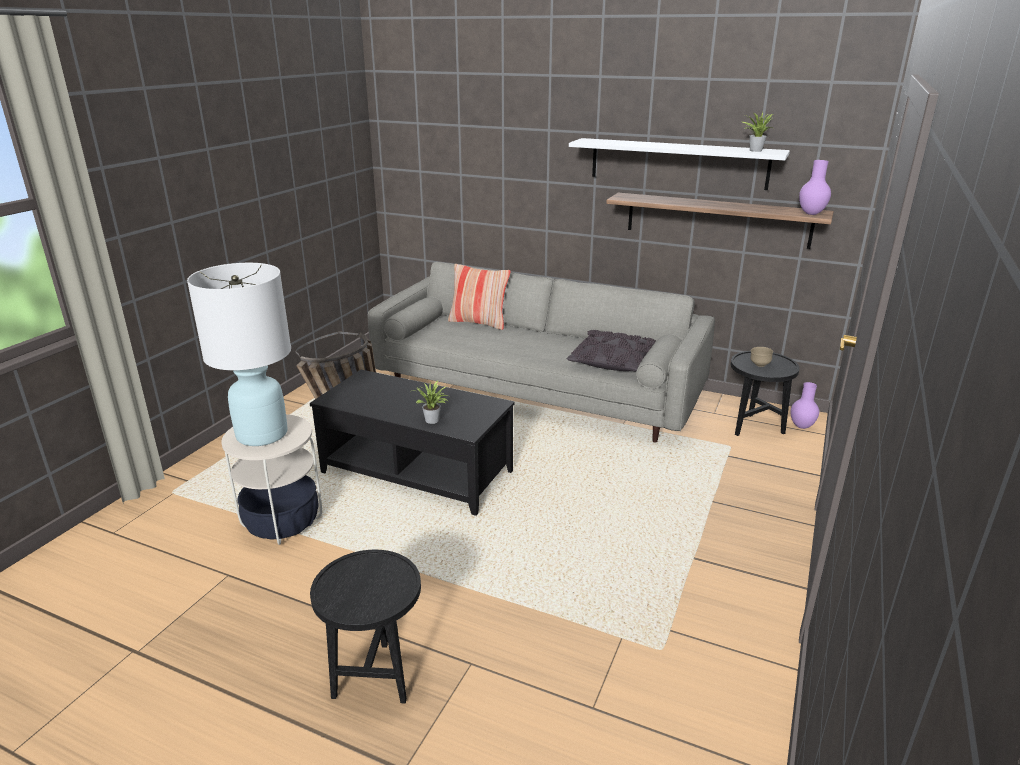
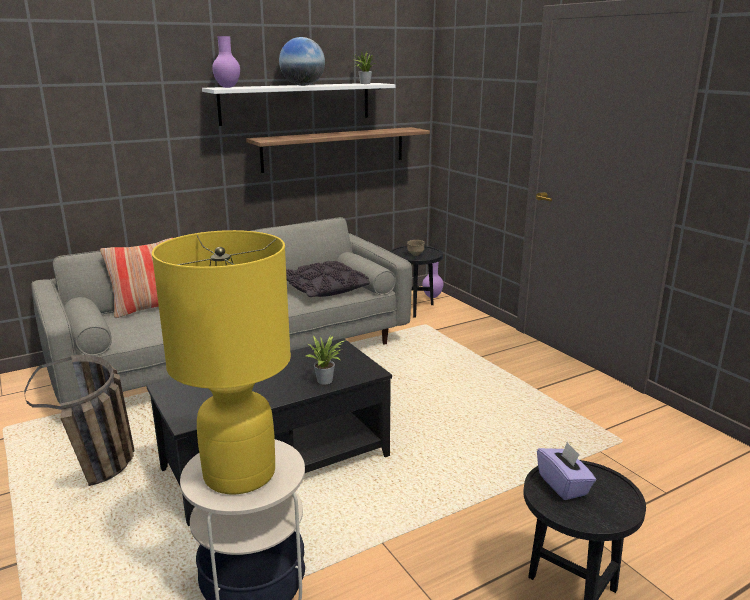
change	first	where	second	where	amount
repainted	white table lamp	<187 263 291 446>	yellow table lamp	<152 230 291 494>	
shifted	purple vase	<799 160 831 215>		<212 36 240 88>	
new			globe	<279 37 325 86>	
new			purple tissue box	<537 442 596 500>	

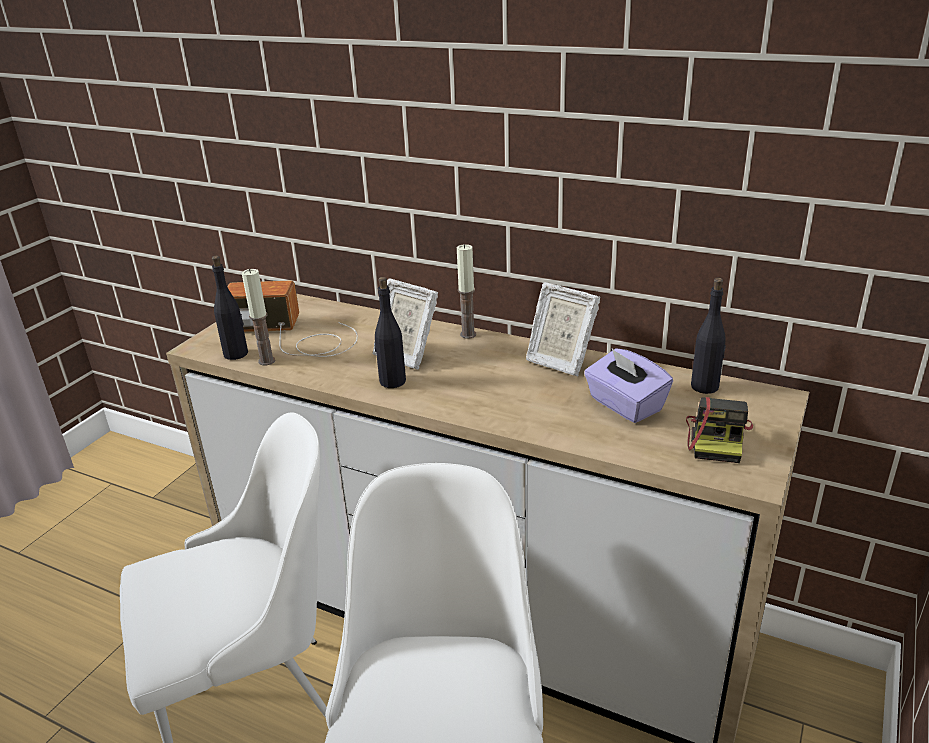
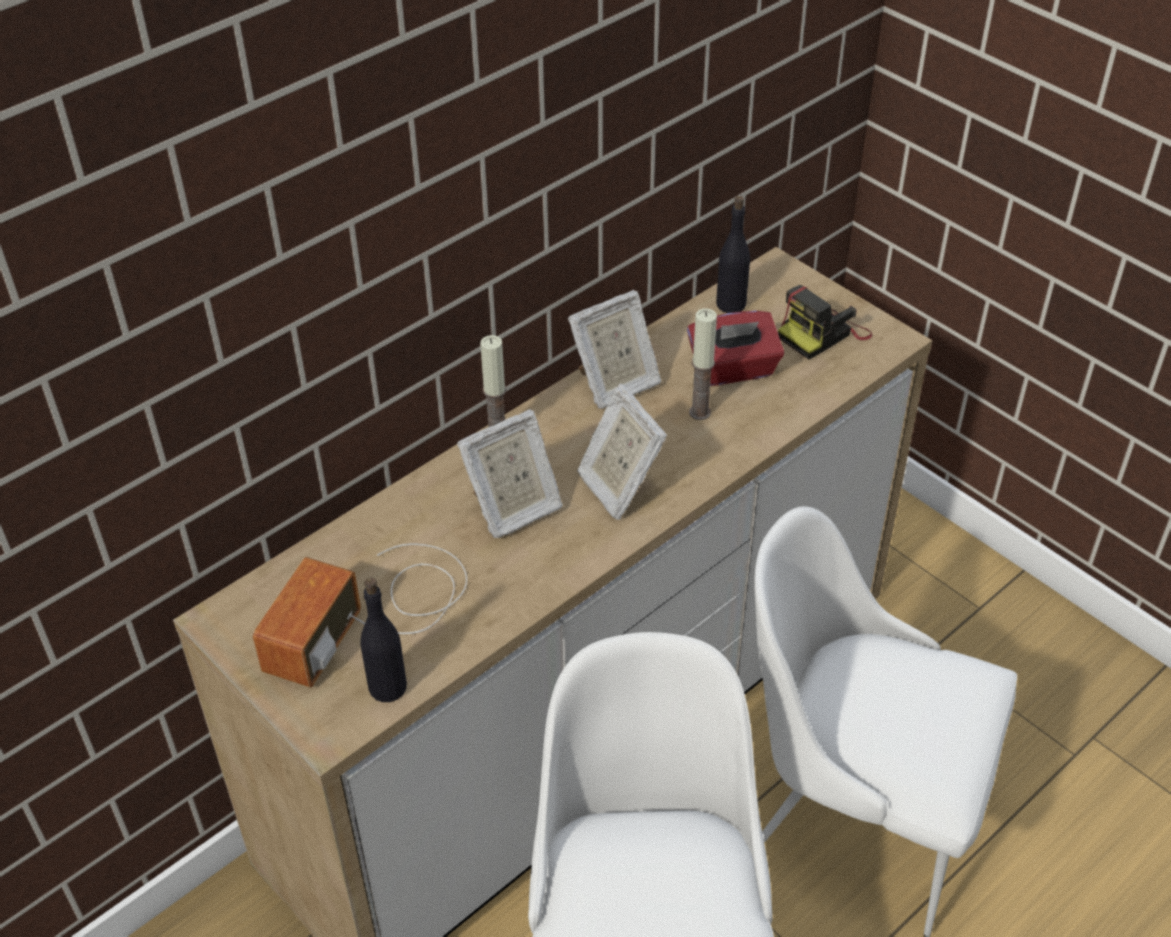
change	first	where	second	where	amount
shifted	candle	<242 269 276 366>		<689 309 717 420>	
gone	black bottle	<375 277 406 388>			
repainted	purple tissue box	<584 348 673 423>	red tissue box	<687 311 784 386>	
rotated	photo camera	<686 397 753 463>		<778 285 872 360>	105 degrees clockwise
new			picture frame	<577 384 667 520>	

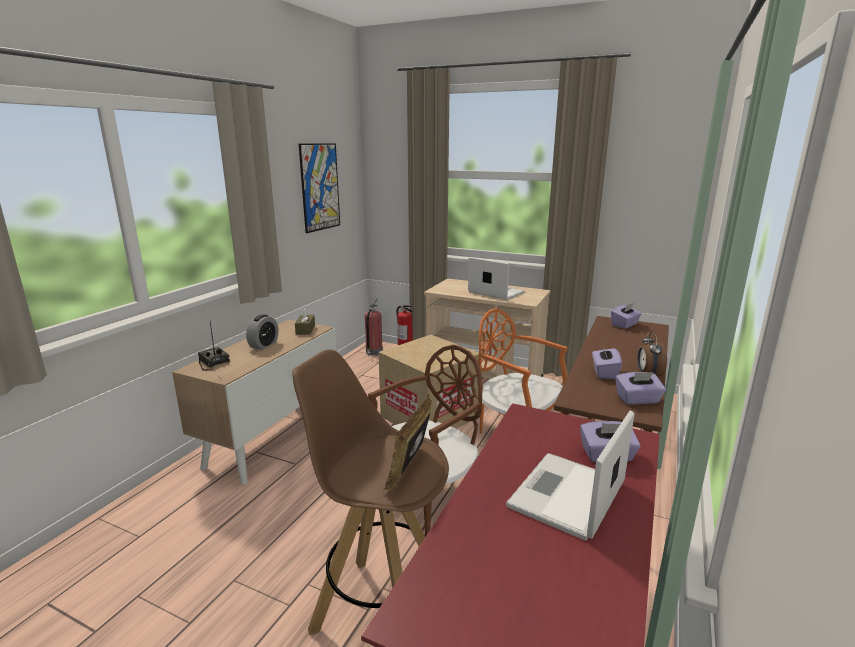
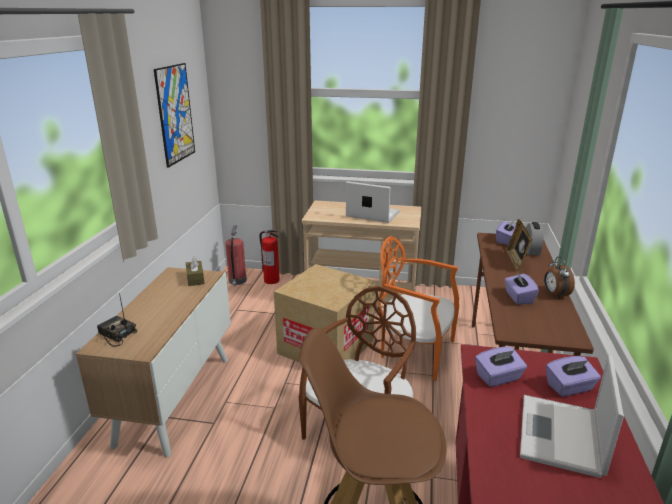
change	first	where	second	where	amount
shifted	alarm clock	<246 314 279 350>		<526 222 544 255>	
shifted	picture frame	<383 393 432 490>		<506 219 532 271>	
shifted	purple tissue box	<615 372 666 405>		<475 347 527 387>	

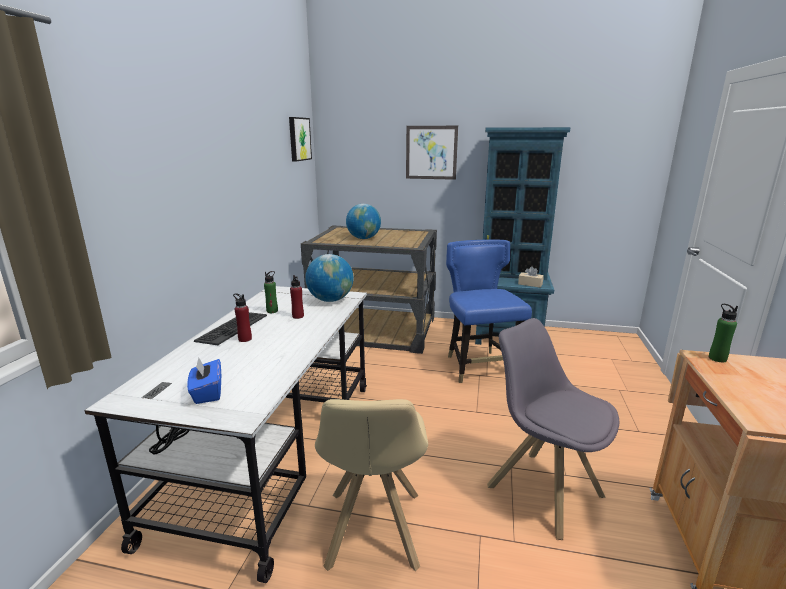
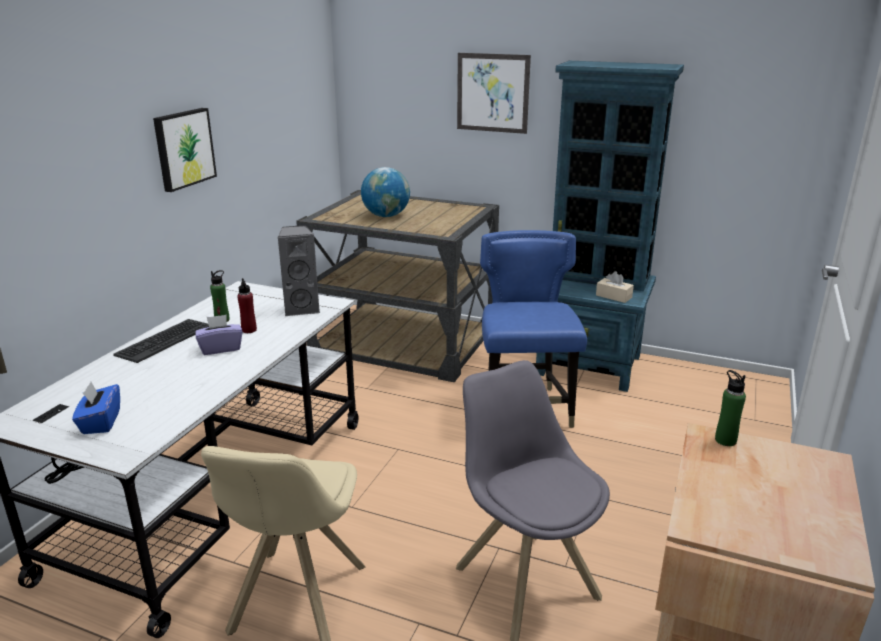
change	first	where	second	where	amount
gone	red bottle	<233 293 252 342>			
shifted	picture	<289 117 312 162>		<153 108 217 192>	
swapped	globe	<305 254 354 302>	grey speaker	<278 225 320 317>	
new			purple tissue box	<195 315 243 355>	

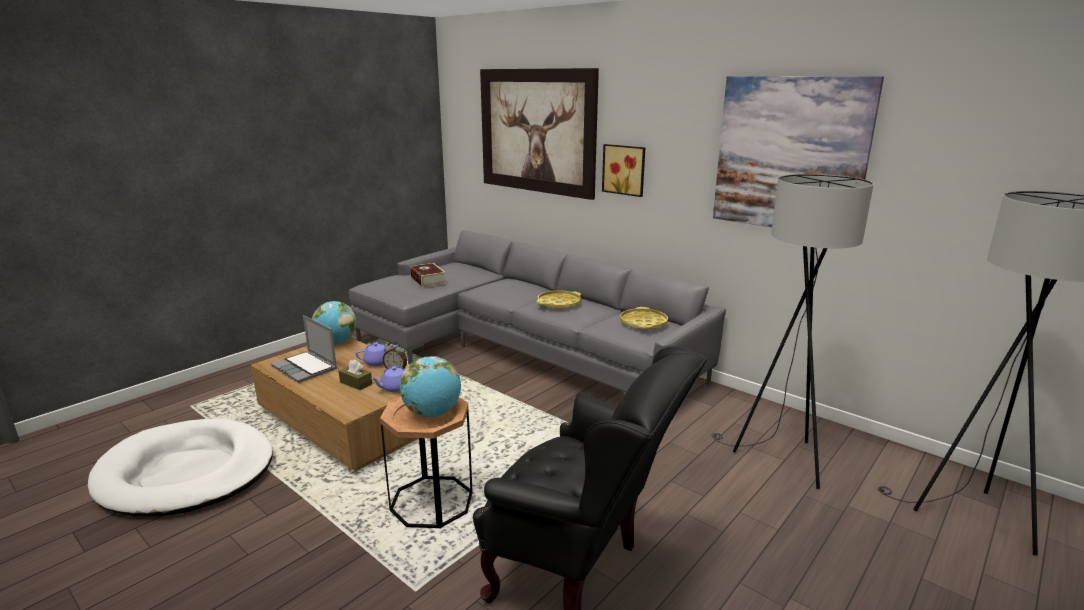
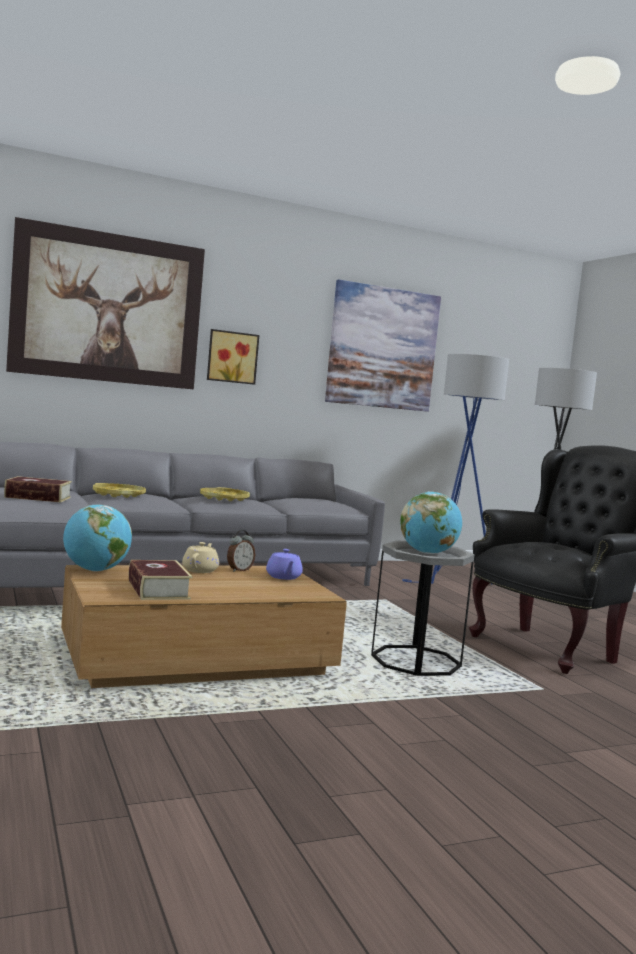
change	first	where	second	where	amount
gone	white dog bed	<88 419 273 516>			
swapped	laptop	<271 315 337 383>	book	<129 560 192 600>	
gone	brown tissue box	<339 359 372 390>			
repainted	purple teapot	<356 343 399 366>	beige teapot	<182 542 219 573>	
repainted	brown side table	<380 397 472 528>	grey side table	<371 540 474 676>	
shifted	yellow tray	<620 307 668 329>		<93 483 146 498>	
repainted	grey floor lamp	<711 174 874 489>	blue floor lamp	<402 354 509 585>	

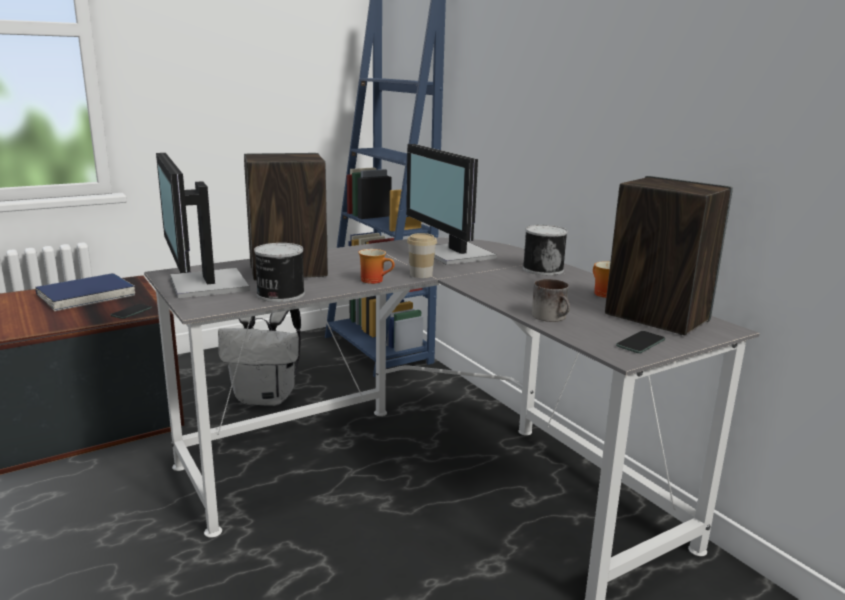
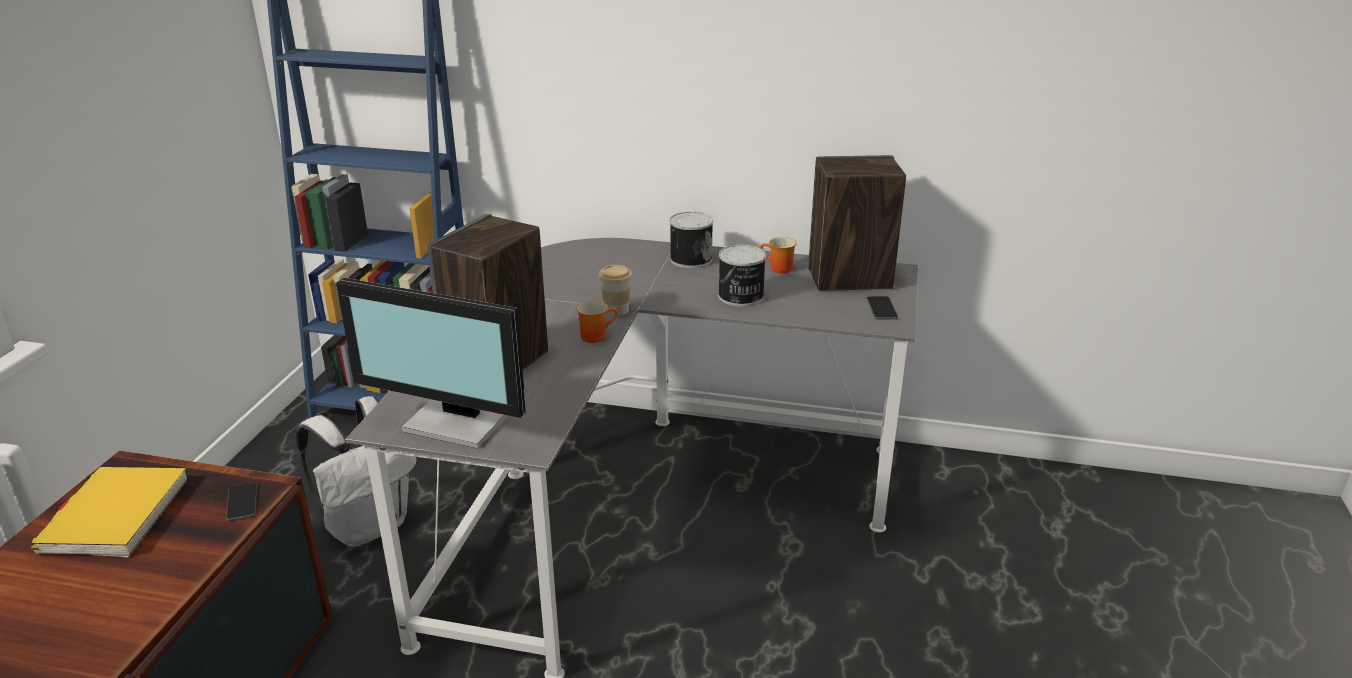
change	first	where	second	where	amount
repainted	blue book	<35 273 135 311>	yellow book	<31 467 187 558>	
shifted	can	<254 243 305 302>		<718 245 766 307>	
gone	monitor	<406 144 497 265>			
gone	mug	<532 279 570 322>			

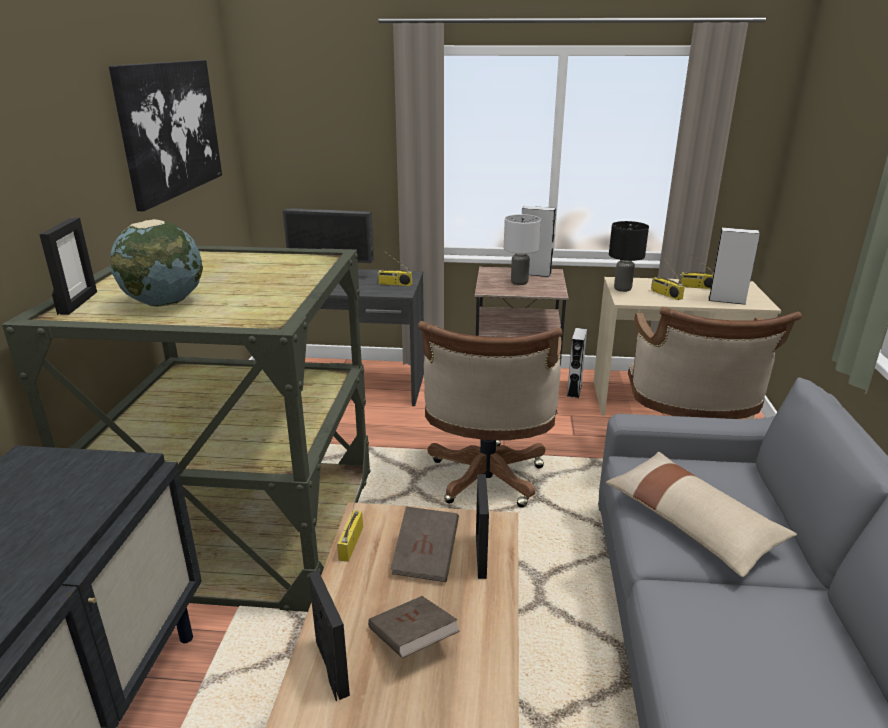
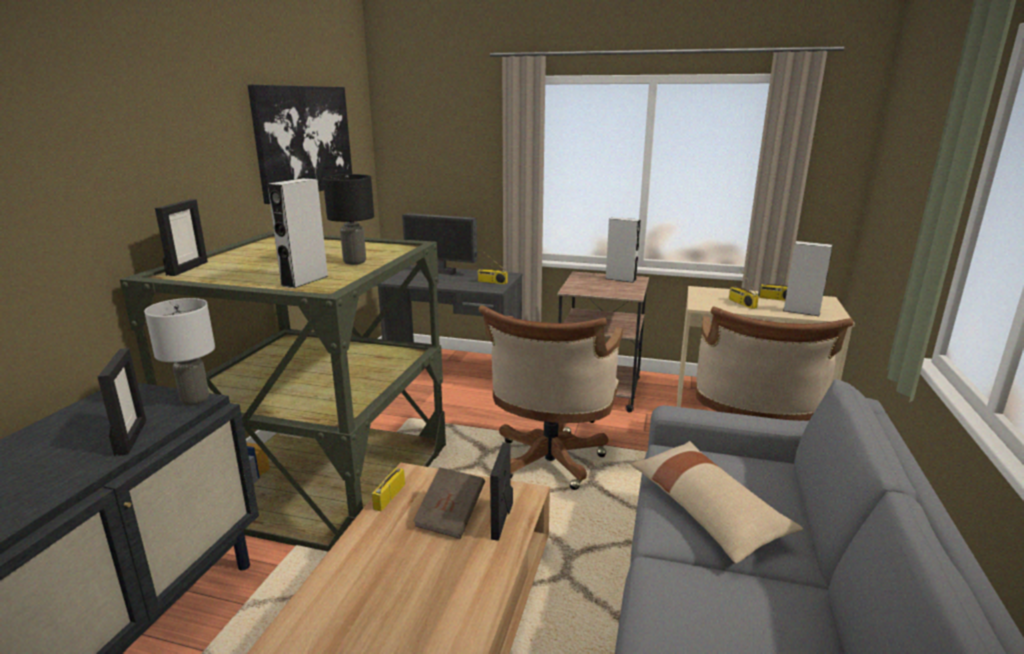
change	first	where	second	where	amount
gone	globe	<111 219 203 307>			
shifted	picture frame	<308 570 350 701>		<98 348 146 456>	
gone	brown book	<368 596 460 658>			
shifted	white table lamp	<504 214 541 285>		<144 298 215 405>	
shifted	grey speaker	<567 328 587 398>		<267 178 328 288>	
shifted	black table lamp	<609 221 649 292>		<323 174 374 265>	

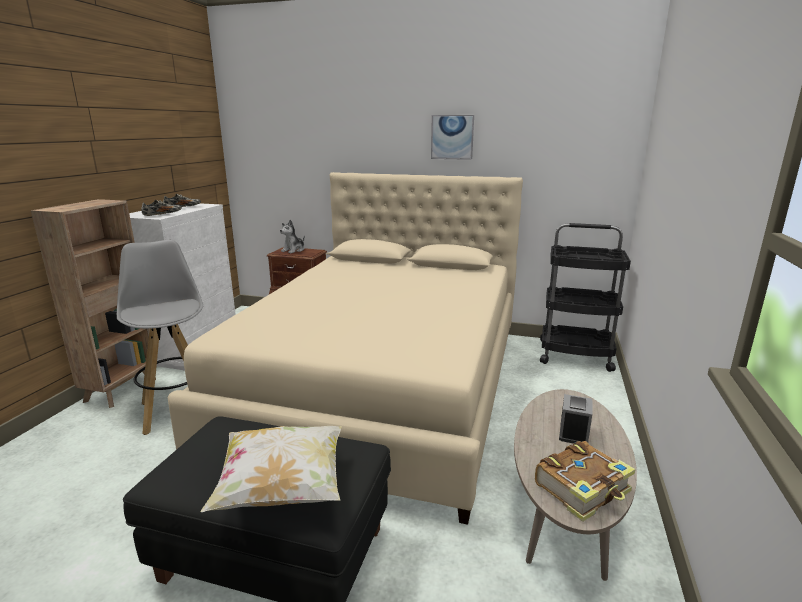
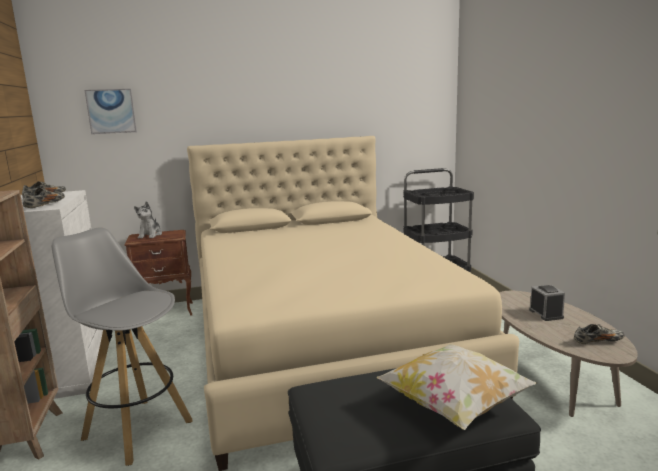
change	first	where	second	where	amount
shifted	picture	<431 115 474 160>		<85 89 137 134>	
swapped	book	<535 441 636 522>	shoe	<574 324 625 344>	

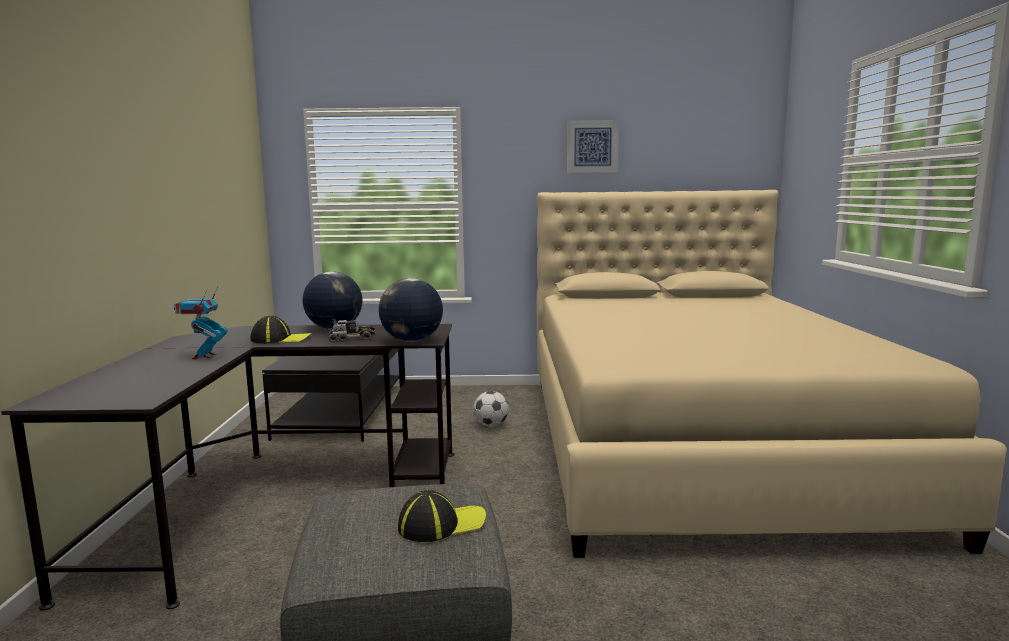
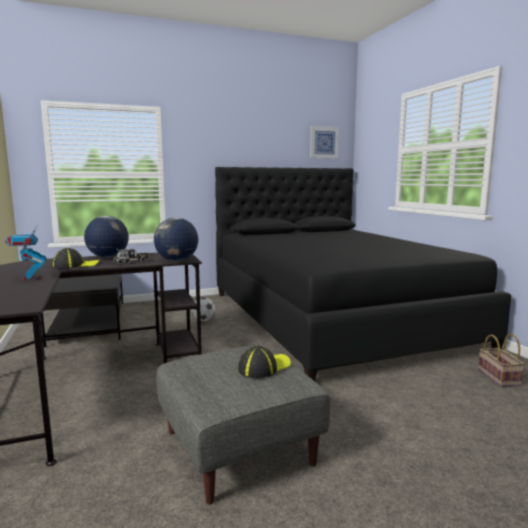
change	first	where	second	where	amount
repainted	beige bed	<537 190 1007 558>	black bed	<215 167 511 381>	
shifted	picture	<567 120 619 173>		<310 126 339 158>	
new			basket	<478 334 525 387>	

